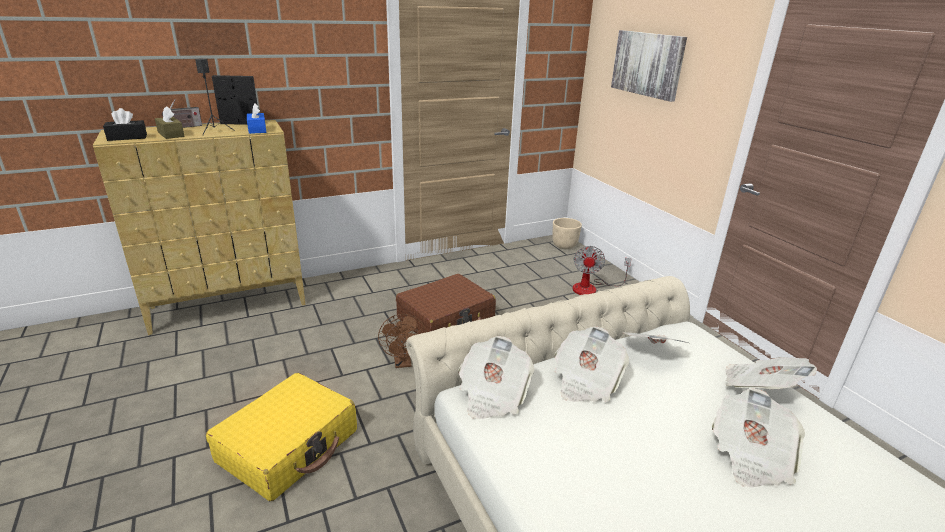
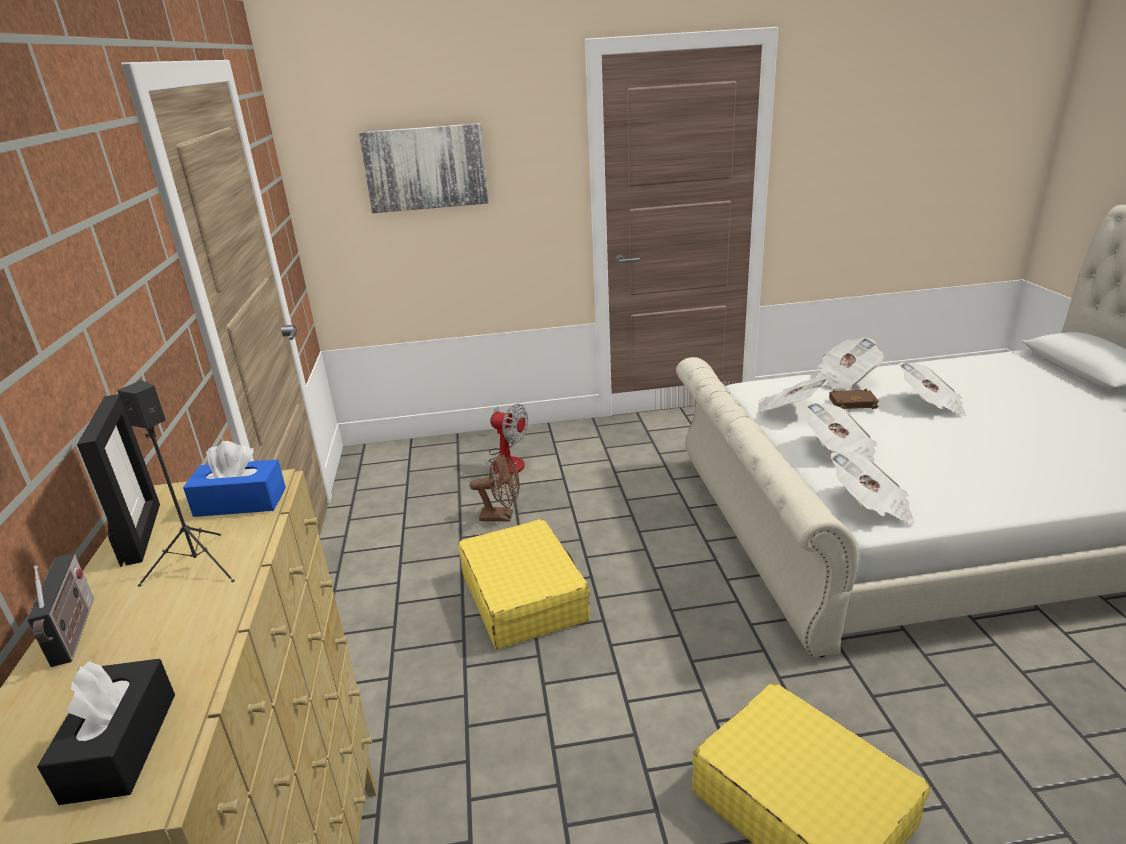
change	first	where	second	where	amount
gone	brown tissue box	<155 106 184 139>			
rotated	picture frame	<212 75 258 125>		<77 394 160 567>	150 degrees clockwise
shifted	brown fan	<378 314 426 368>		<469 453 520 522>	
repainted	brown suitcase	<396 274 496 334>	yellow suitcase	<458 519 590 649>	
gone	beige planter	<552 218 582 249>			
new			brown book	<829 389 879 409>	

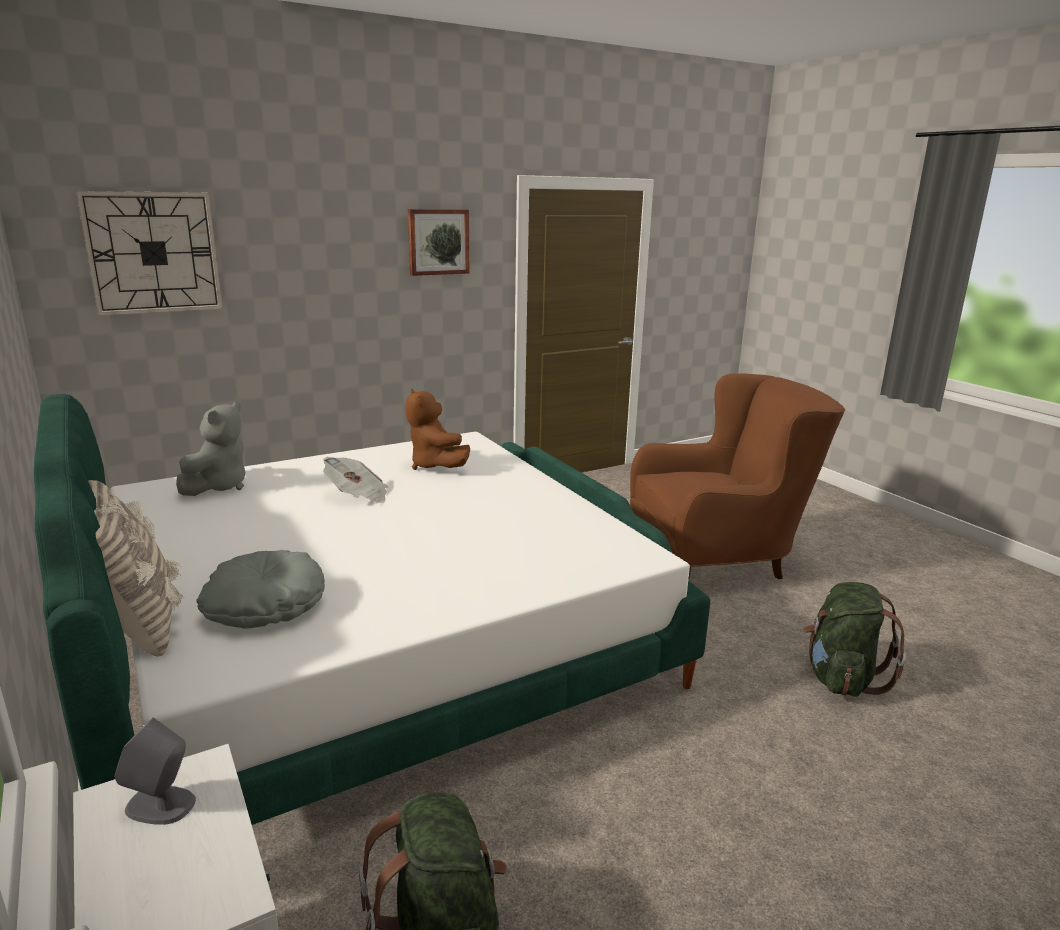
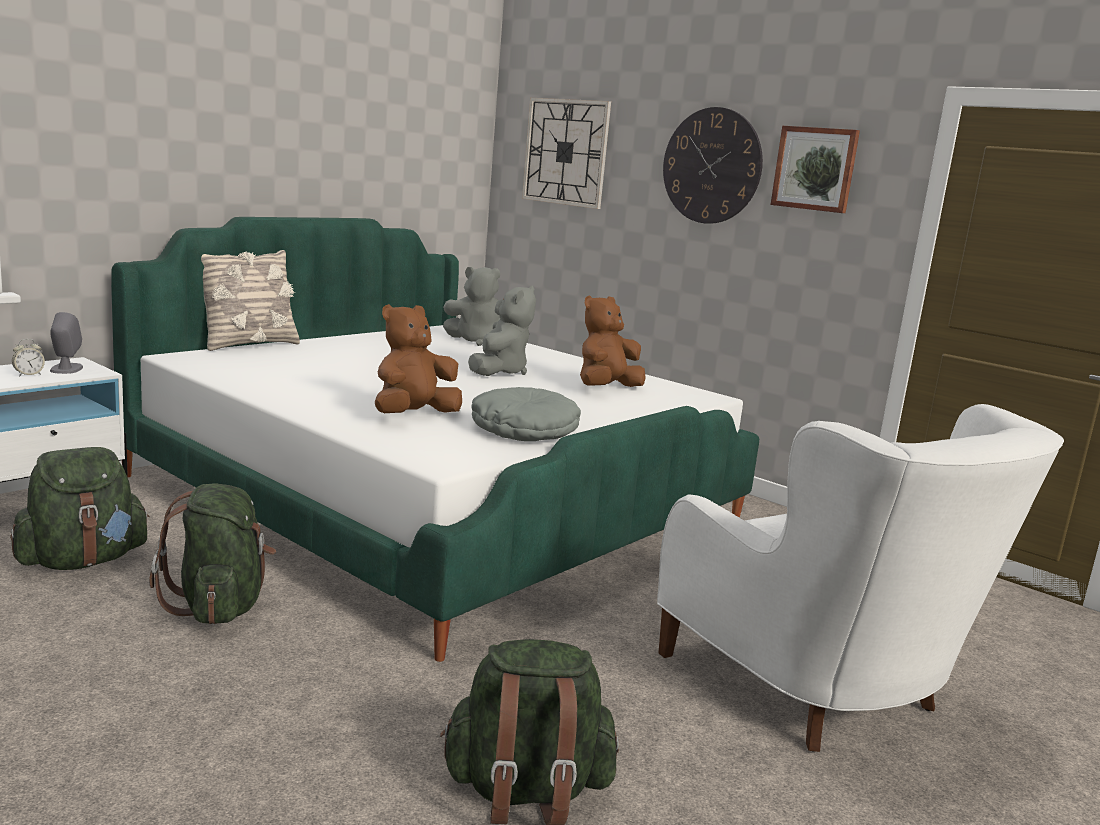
change	first	where	second	where	amount
shifted	grey pillow	<196 550 325 629>		<471 387 581 441>	
swapped	newspaper	<323 457 388 503>	grey plush toy	<468 286 536 376>	
repainted	brown armchair	<630 373 845 580>	white armchair	<657 404 1064 752>	
new			alarm clock	<12 339 45 377>	
new			green backpack	<149 483 276 625>	
new			brown plush toy	<375 304 462 413>	
new			wall clock	<663 107 763 224>	

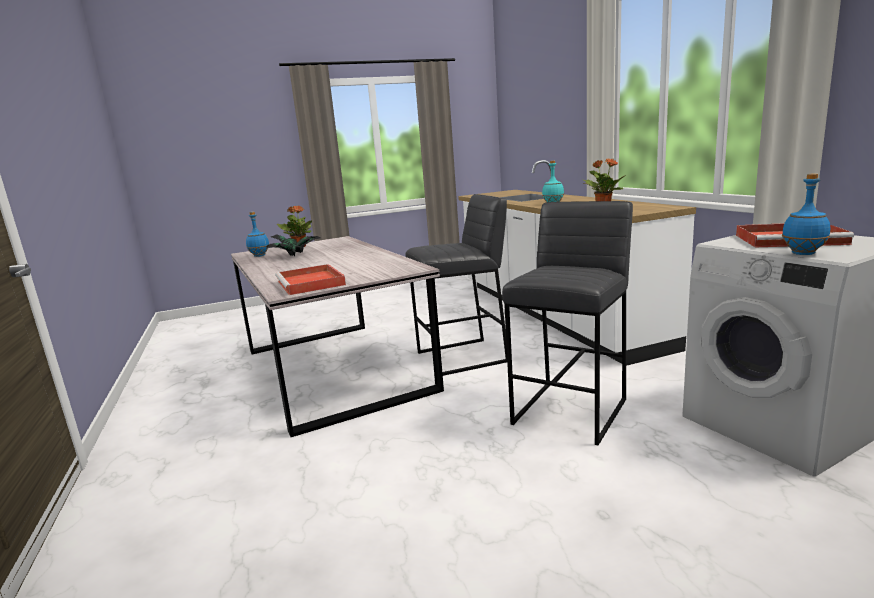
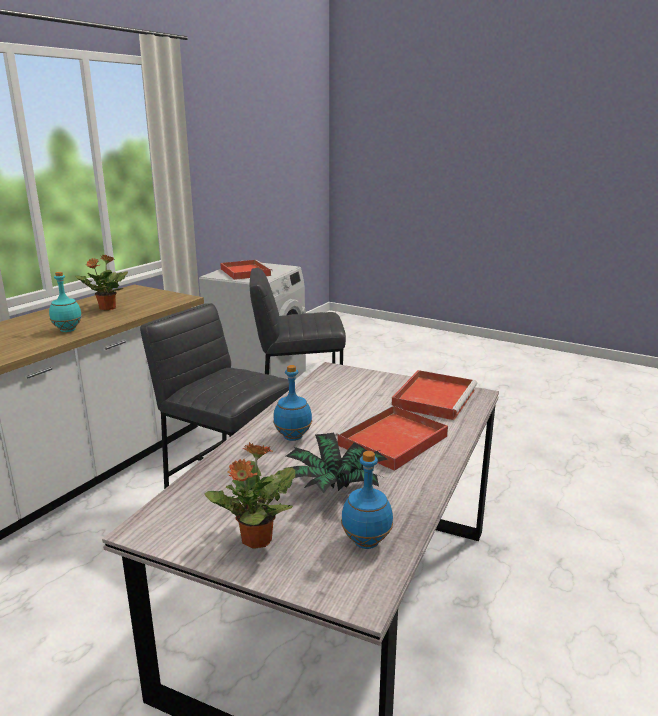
change	first	where	second	where	amount
shifted	blue bottle	<782 174 830 255>		<273 365 312 441>	
new			red tray	<335 405 448 471>	

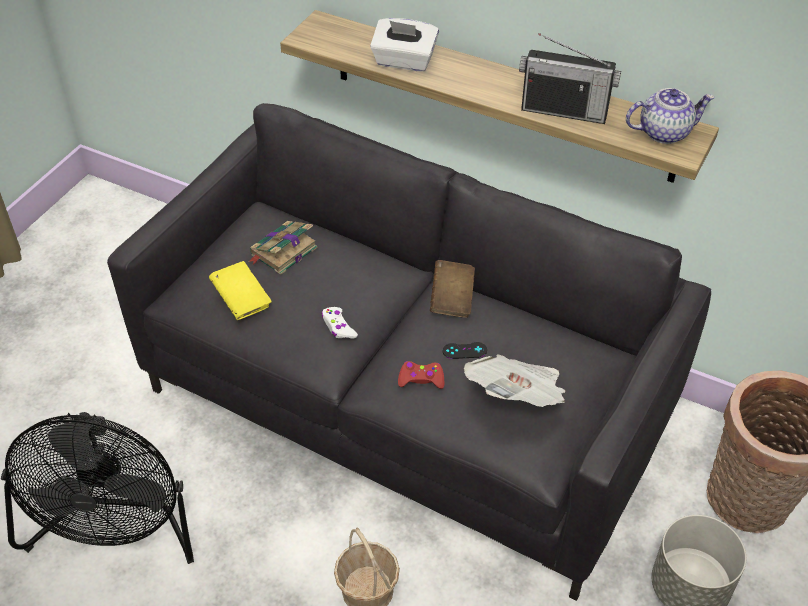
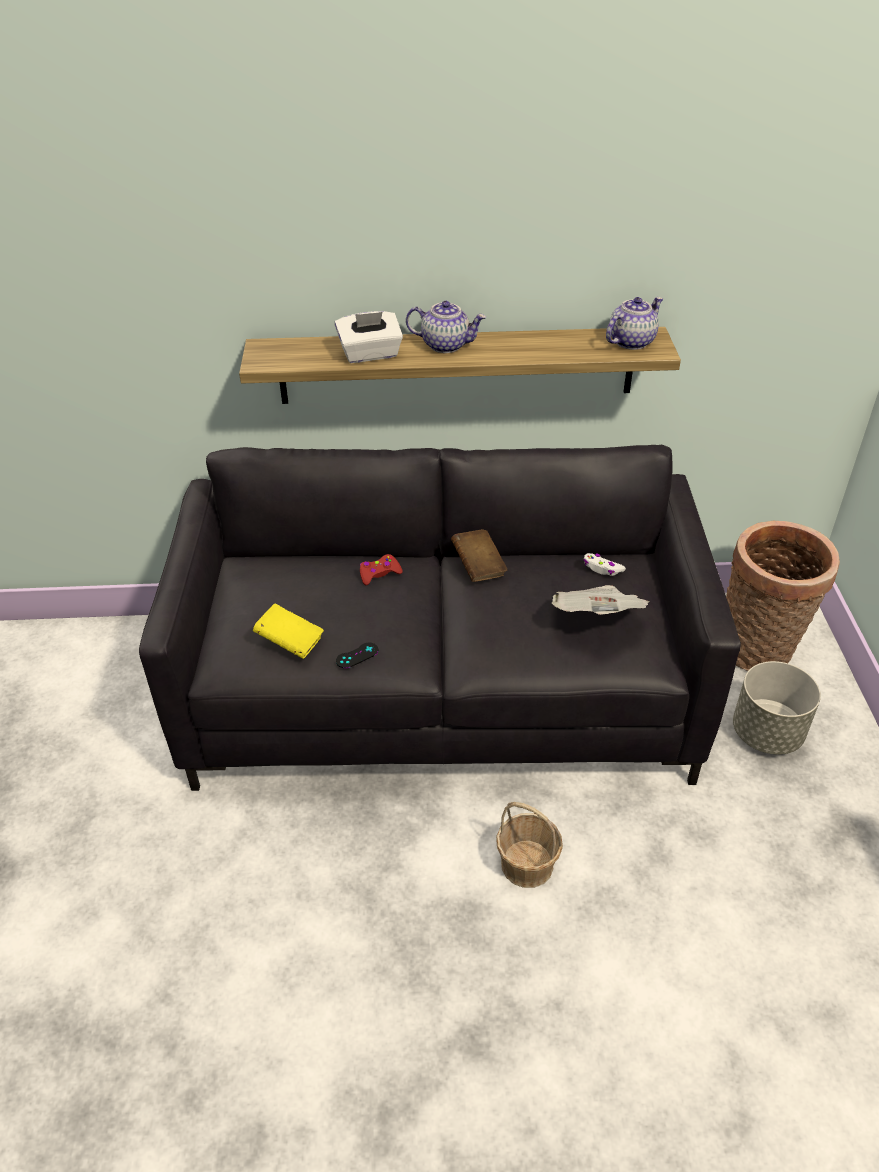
change	first	where	second	where	amount
gone	black fan	<1 412 194 564>			
gone	book	<248 221 318 275>			
shifted	white game controller	<322 307 358 339>		<584 553 626 576>	
shifted	red game controller	<398 361 444 389>		<360 554 403 585>	
shifted	black game controller	<443 342 487 359>		<336 642 378 668>	
gone	radio	<519 33 621 124>			
new			teapot	<406 301 486 353>	

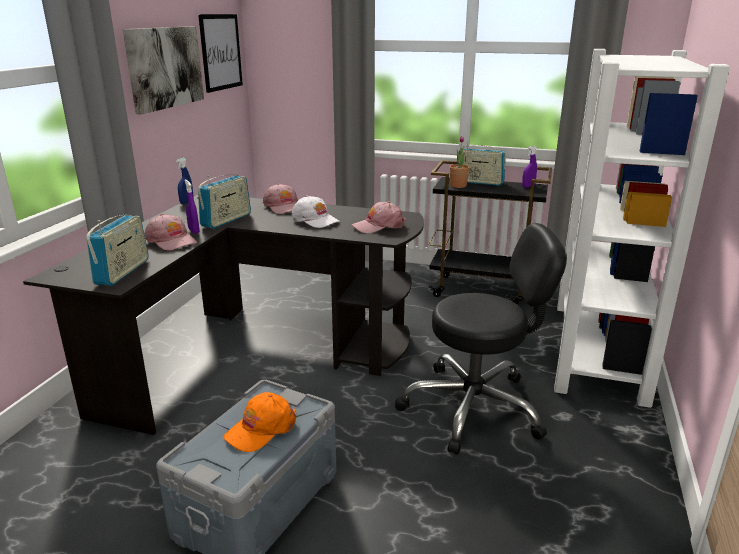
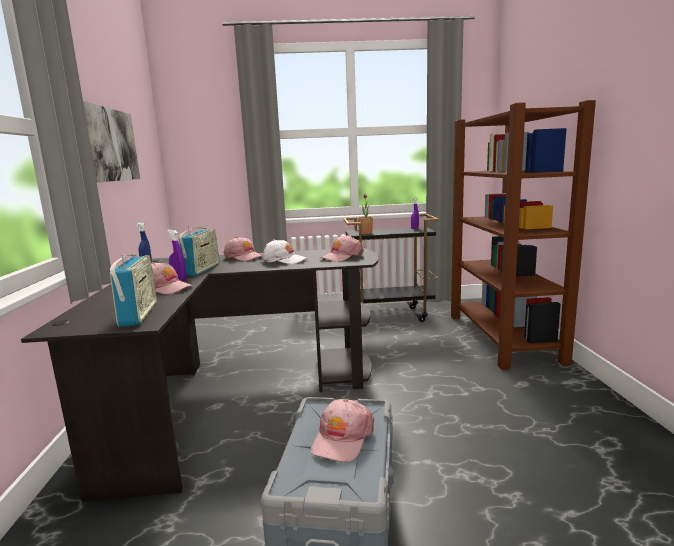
change	first	where	second	where	amount
gone	picture	<198 14 243 93>			
repainted	orange cap	<224 392 296 452>	pink cap	<311 399 374 462>	
gone	black office chair	<395 223 567 455>			
gone	radio	<457 141 506 186>			
repainted	white bookcase	<554 49 730 408>	brown bookcase	<451 100 596 370>	

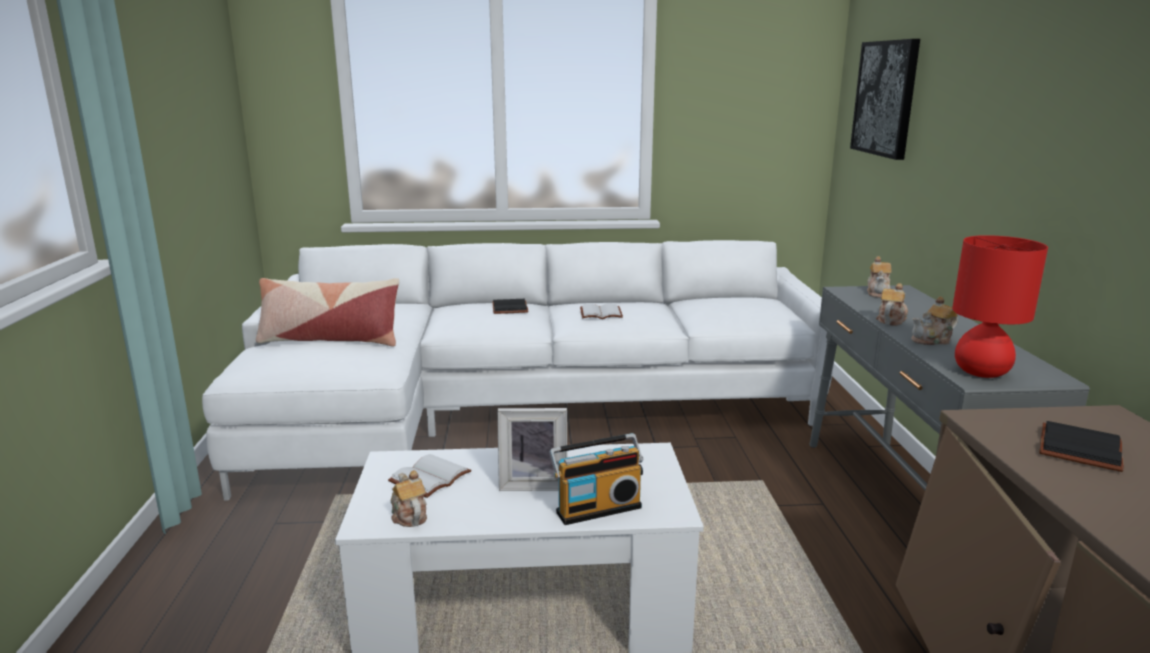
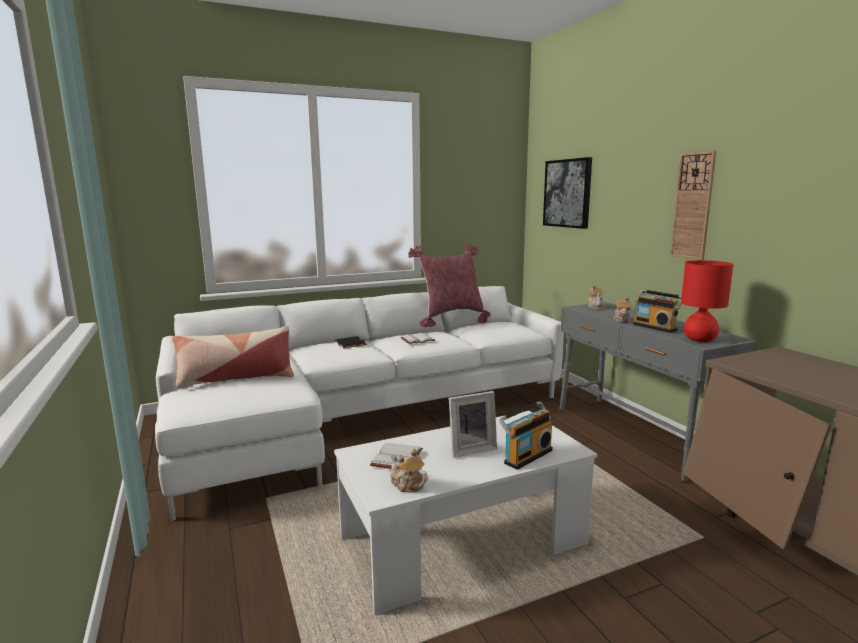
change	first	where	second	where	amount
swapped	teapot	<911 296 958 345>	radio	<633 289 682 333>	
gone	black book	<1039 421 1124 472>			
new			red pillow	<408 243 490 328>	
new			wall clock	<670 151 716 260>	

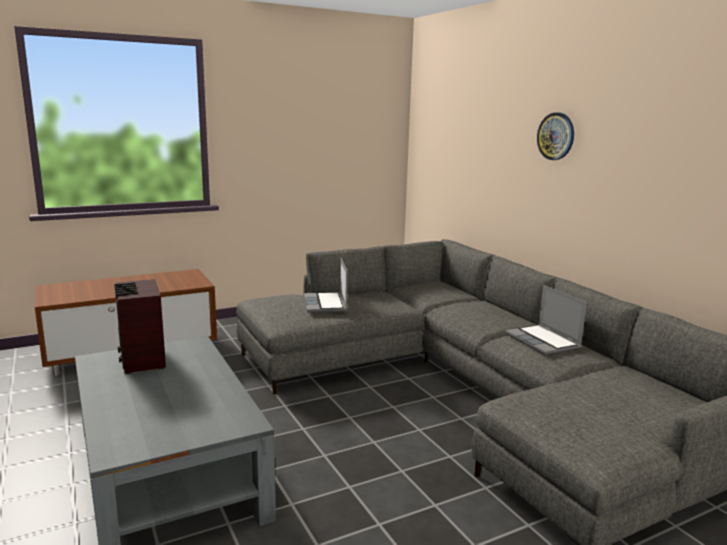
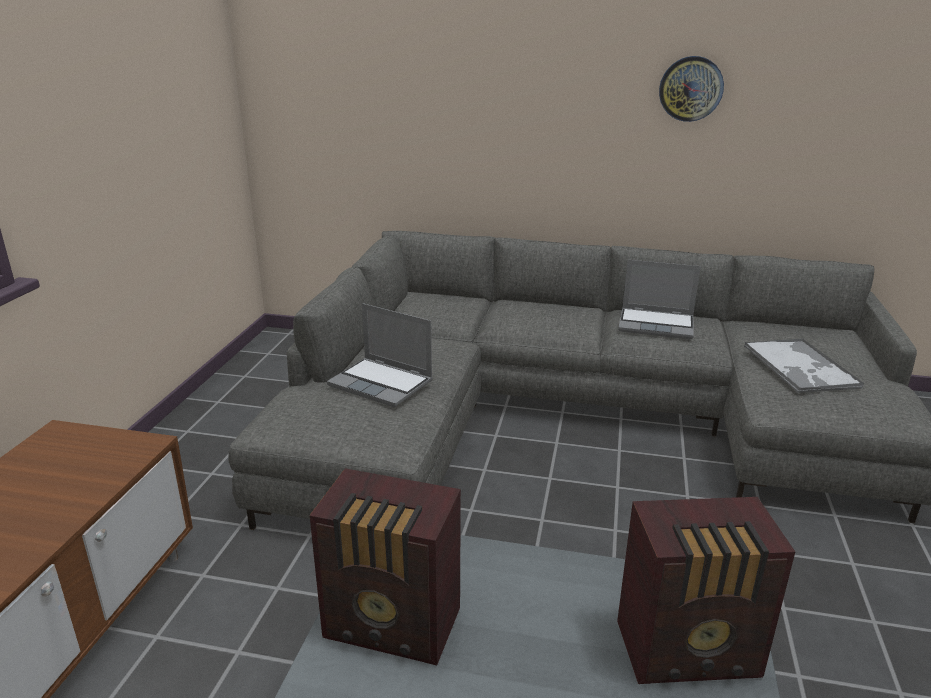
change	first	where	second	where	amount
shifted	wall clock	<537 112 574 160>		<659 56 724 122>	
new			radio	<617 497 795 684>	
new			tray	<744 338 864 393>	

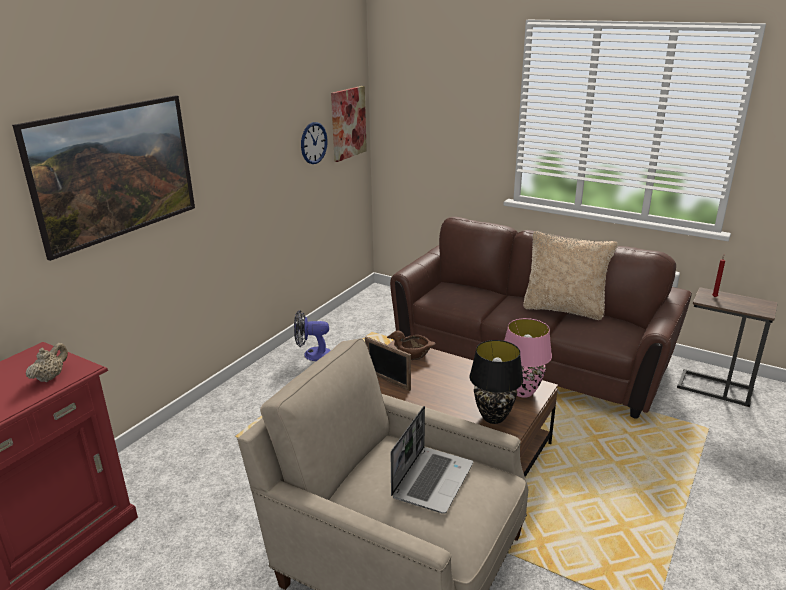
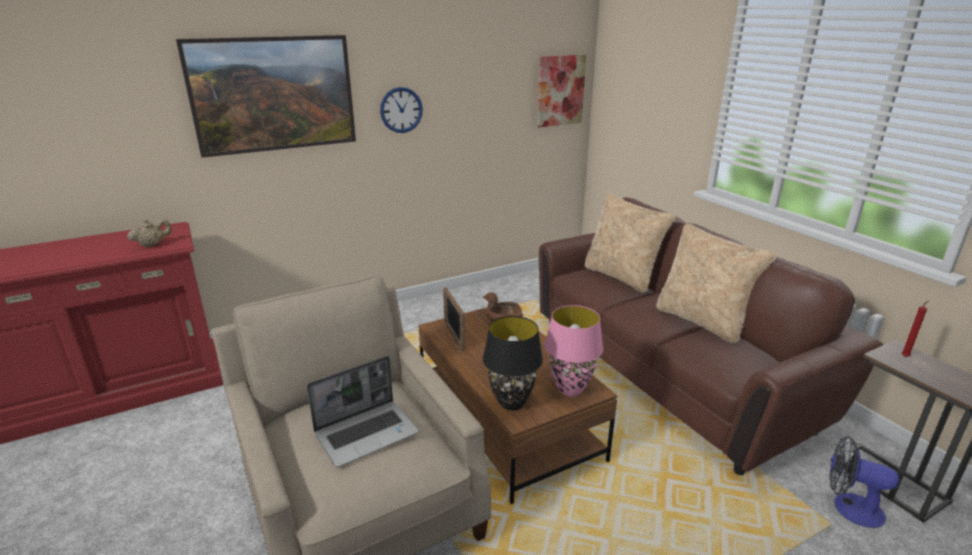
change	first	where	second	where	amount
shifted	fan	<294 310 331 361>		<830 436 899 528>	
shifted	wall clock	<301 122 328 164>		<380 87 423 133>	
new			beige pillow	<585 194 676 293>	

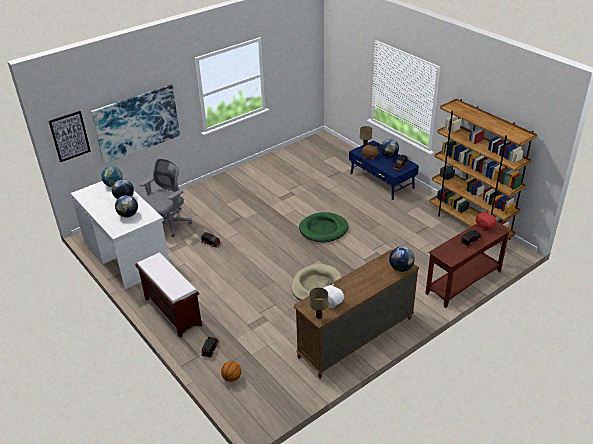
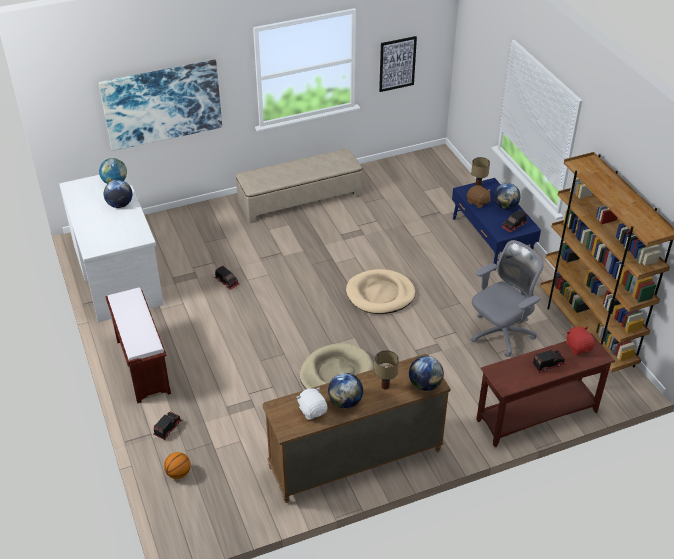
change	first	where	second	where	amount
shifted	picture	<49 111 91 162>		<379 36 417 92>	
shifted	globe	<115 195 138 217>		<328 373 363 408>	
shifted	grey office chair	<140 157 192 237>		<471 240 544 357>	
repainted	green dog bed	<299 212 348 243>	beige dog bed	<346 269 415 314>	
shifted	table lamp	<310 288 328 319>		<375 350 399 389>	
new			beige bench	<236 148 362 223>	

